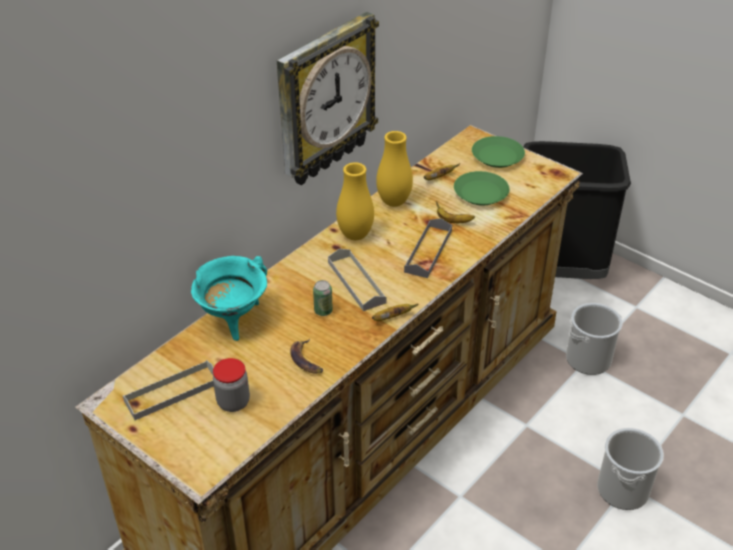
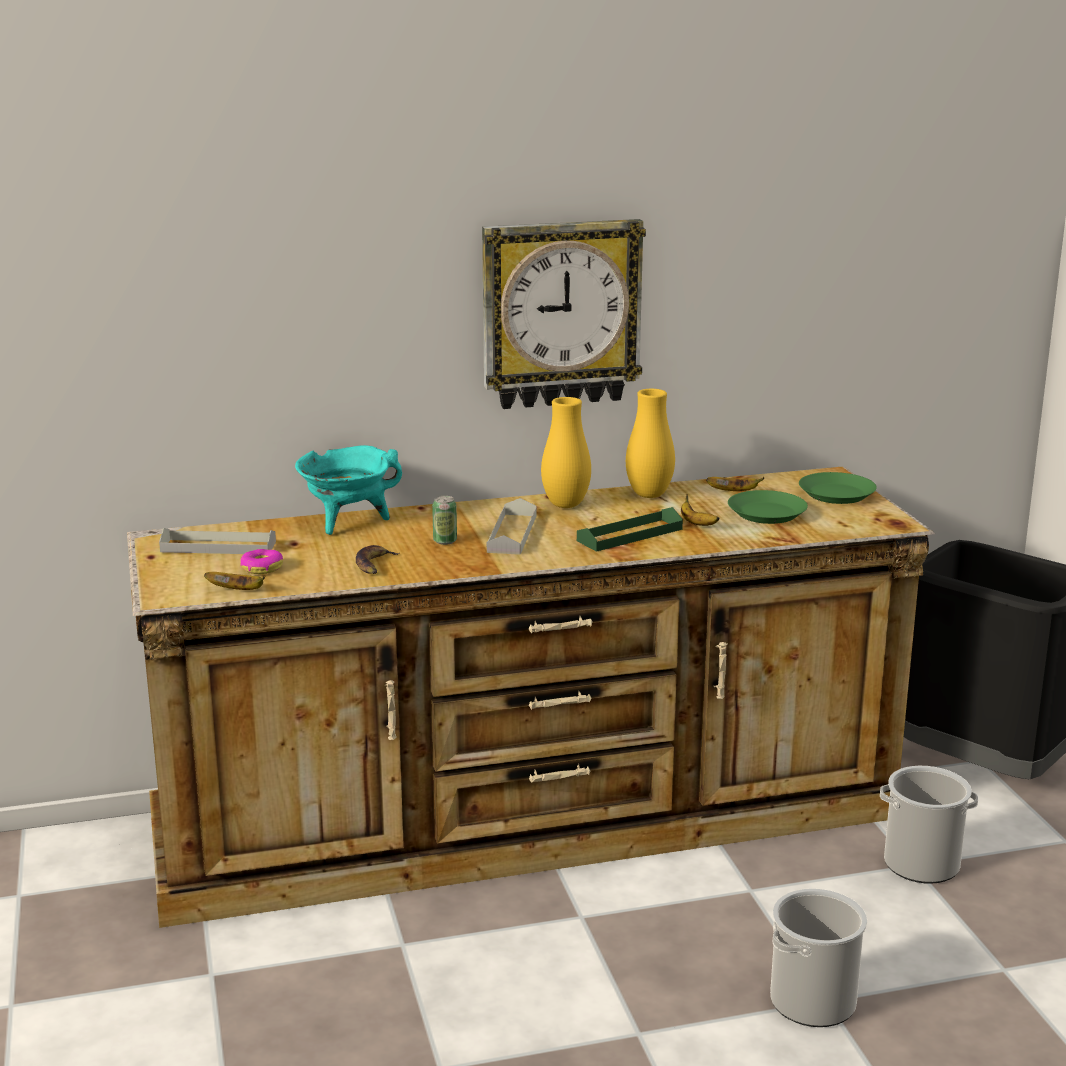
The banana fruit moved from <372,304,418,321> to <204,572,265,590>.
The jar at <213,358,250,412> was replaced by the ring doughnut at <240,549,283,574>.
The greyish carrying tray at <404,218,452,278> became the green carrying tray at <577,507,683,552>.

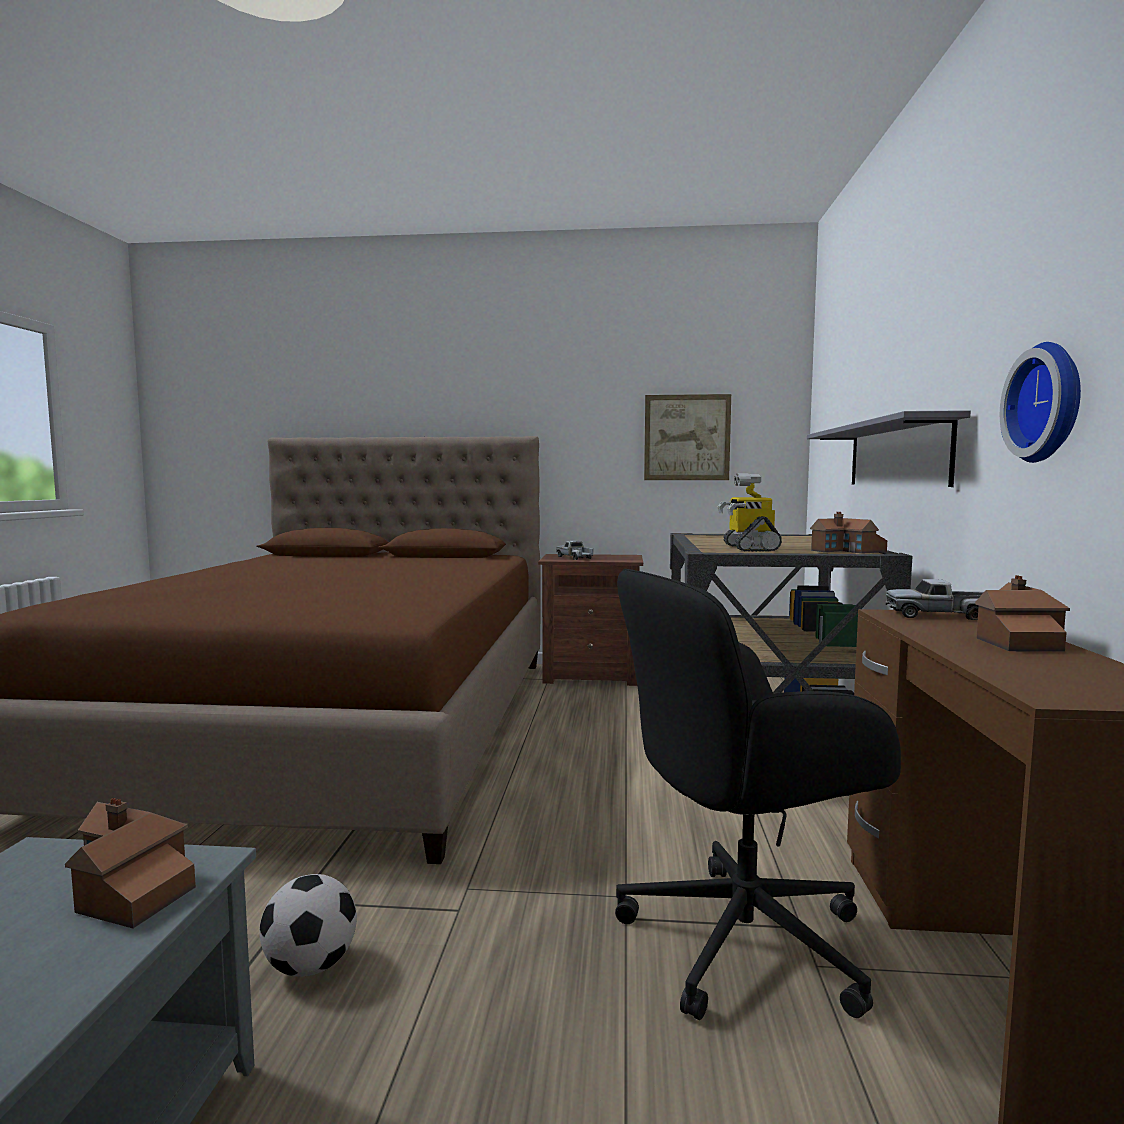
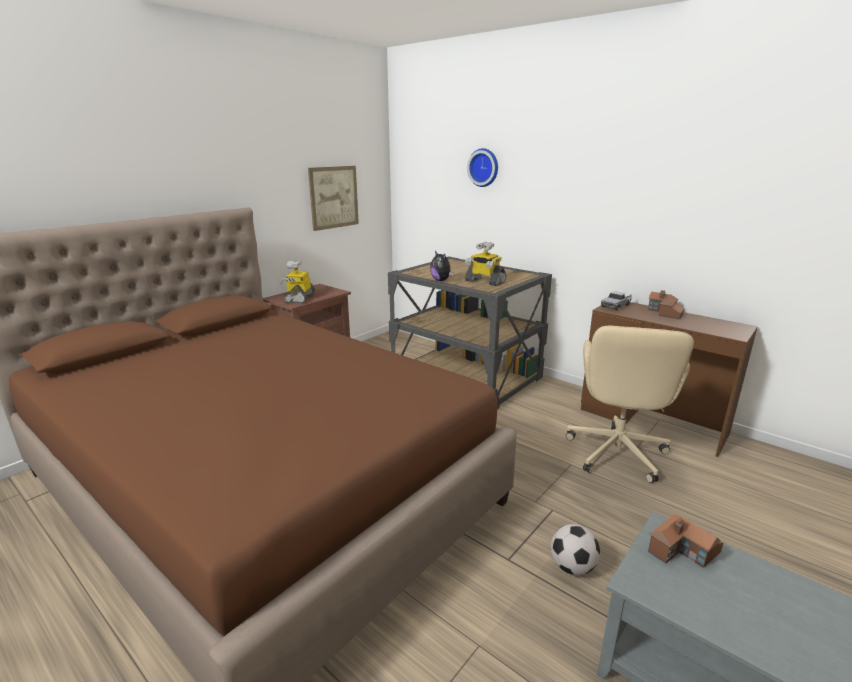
The greyish wall shelf at <807,410,971,487> disappeared.
The miniature house at <810,512,887,554> disappeared.
The plush toy at <430,251,454,281> appeared.
The wall clock moved from <1000,342,1081,463> to <467,148,498,187>.
The toy truck at <556,541,593,560> was replaced by the model robot at <279,261,315,303>.
The black computer chair at <615,569,901,1020> became the sand-coloured computer chair at <566,326,694,483>.

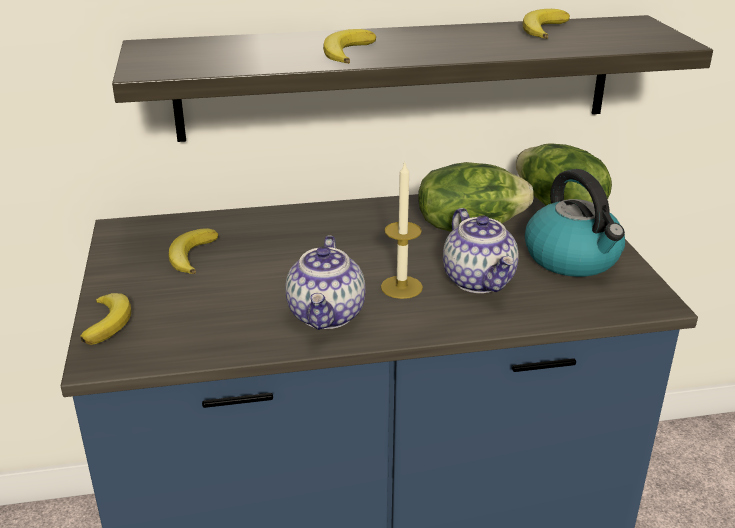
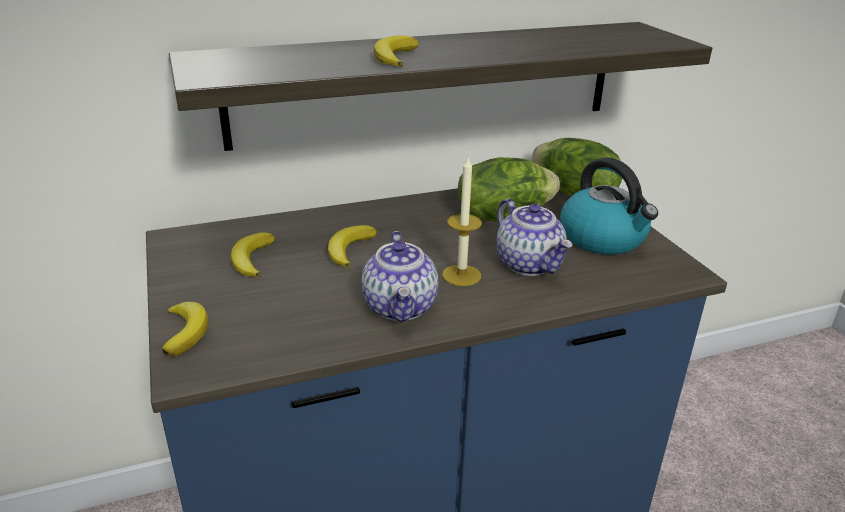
The banana fruit moved from <523,9,570,39> to <328,225,377,268>.

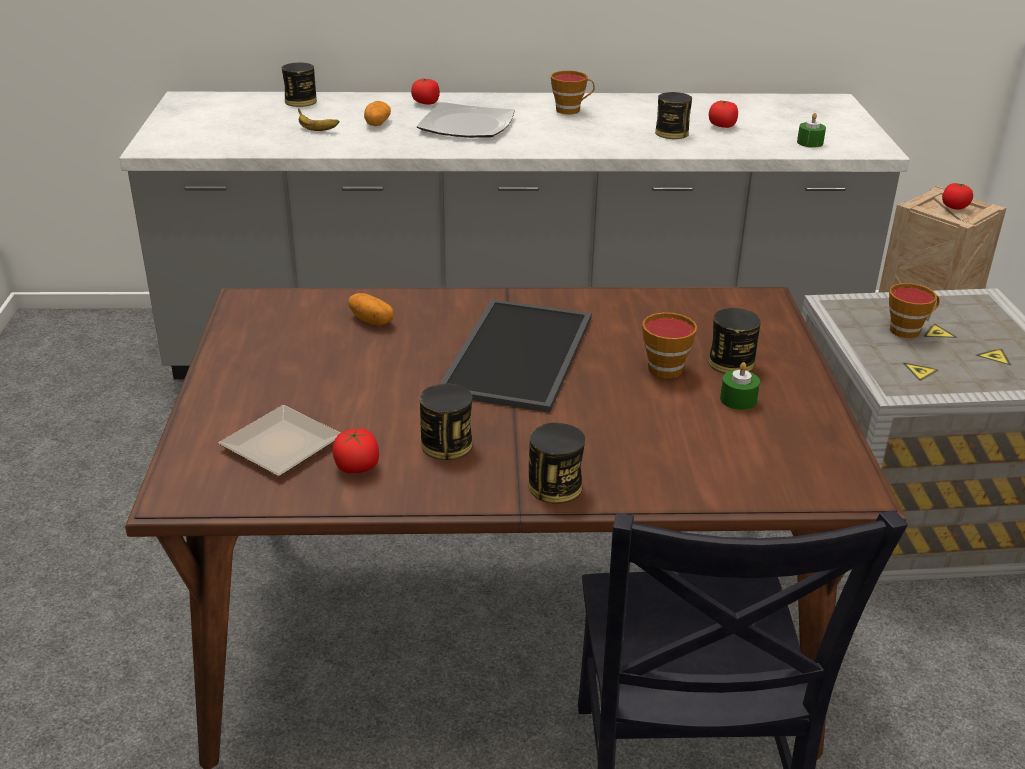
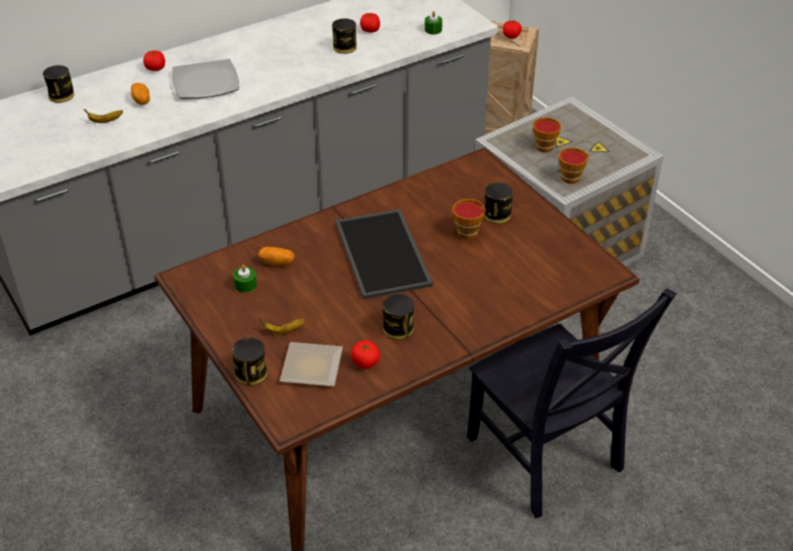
The banana fruit at <259,318,305,335> appeared.
The metal can moved from <529,423,585,504> to <232,338,268,386>.
The small cup moved from <551,71,595,115> to <559,148,589,184>.
The green wax candle moved from <720,362,760,410> to <233,265,257,293>.

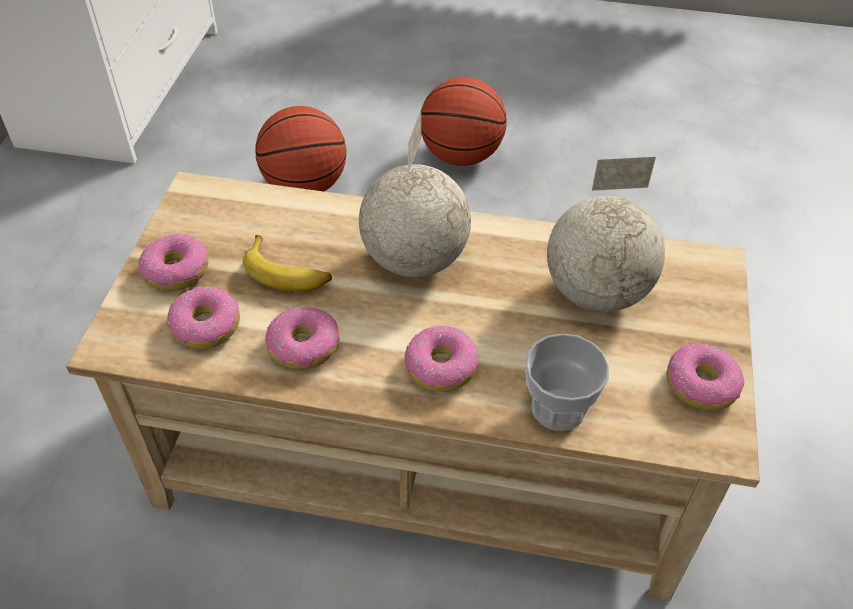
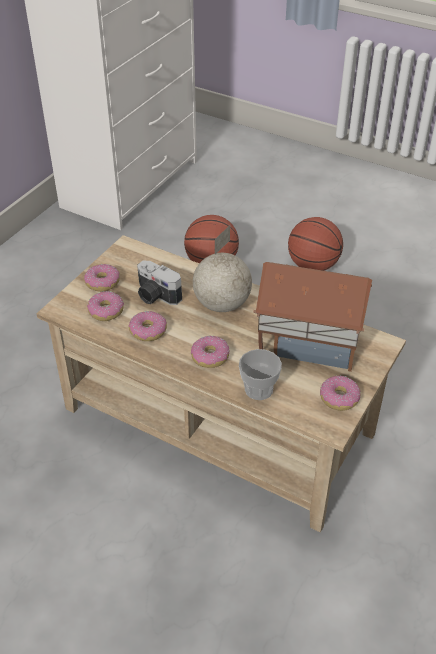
The banana fruit at <243,235,332,292> was replaced by the photo camera at <137,261,182,305>.
The desk globe at <547,157,665,312> was replaced by the miniature house at <253,262,372,372>.

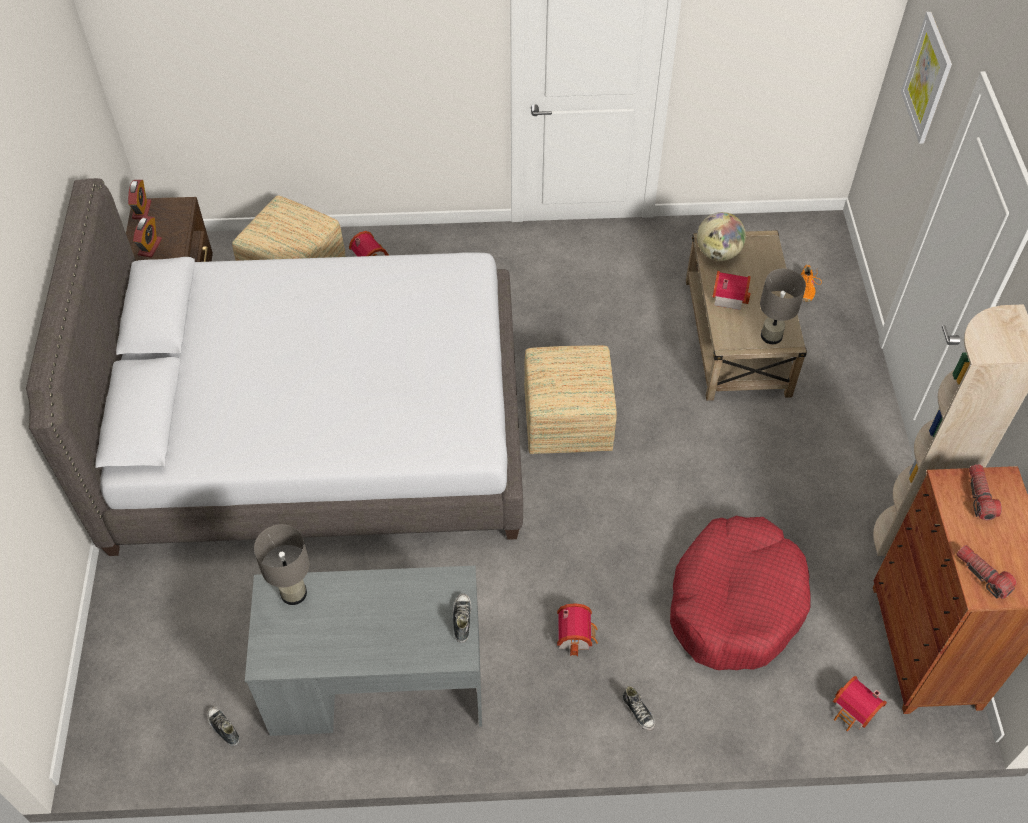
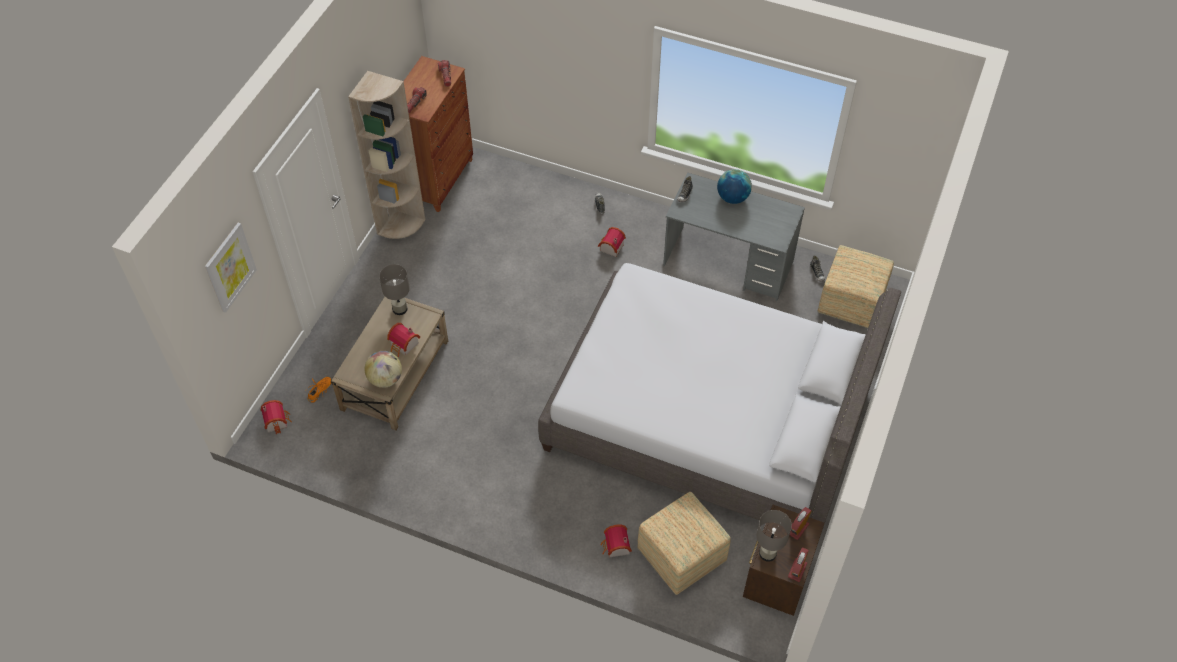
The red-coloured dog bed at <670,516,811,670> disappeared.
The desk globe at <717,169,752,204> appeared.
The greyish table lamp moved from <254,524,309,605> to <756,510,792,562>.
The pouffe moved from <524,345,617,454> to <818,245,894,328>.
The miniature house moved from <833,676,887,731> to <261,400,292,434>.

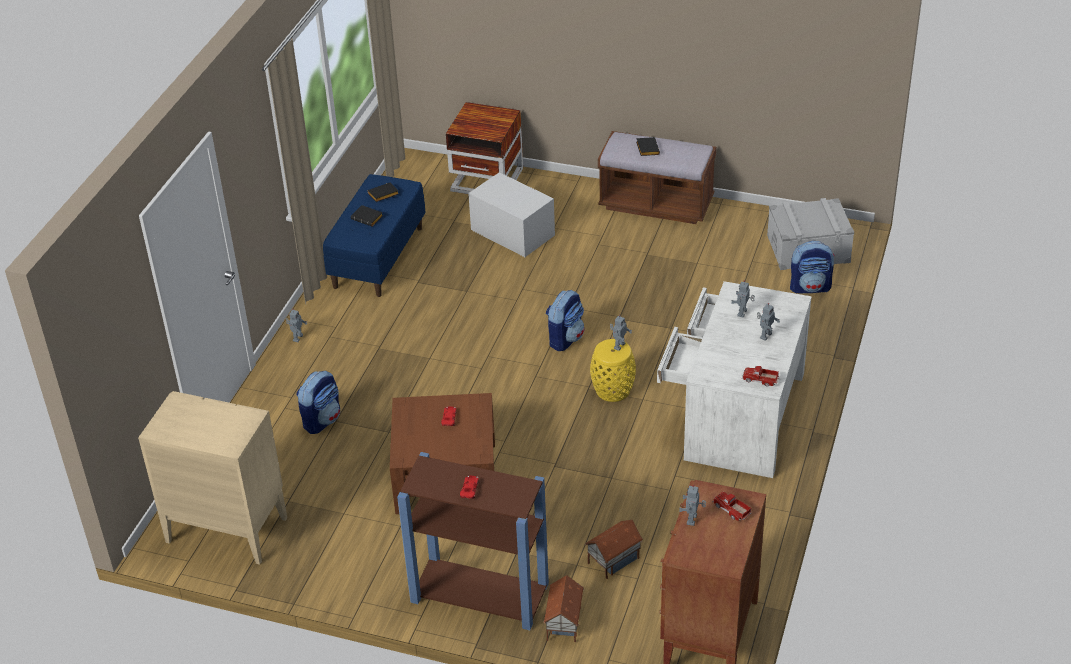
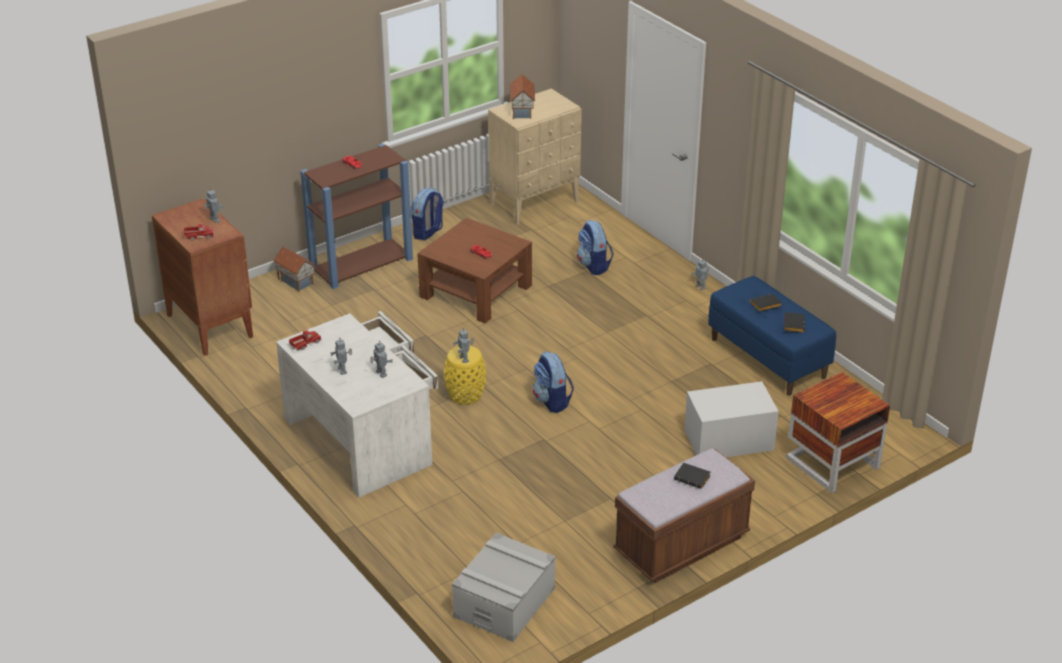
The miniature house moved from <585,520,643,579> to <510,74,536,119>.
The backpack moved from <790,241,834,293> to <411,188,444,240>.

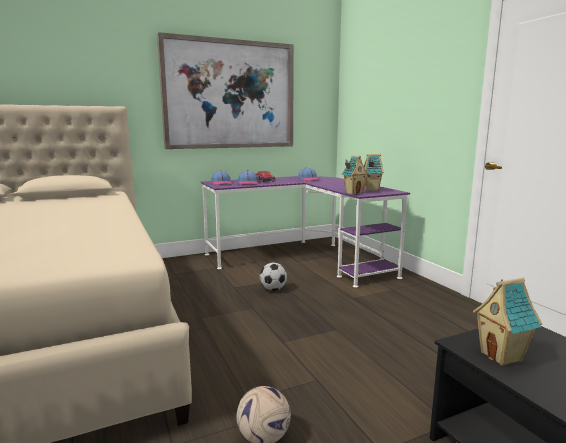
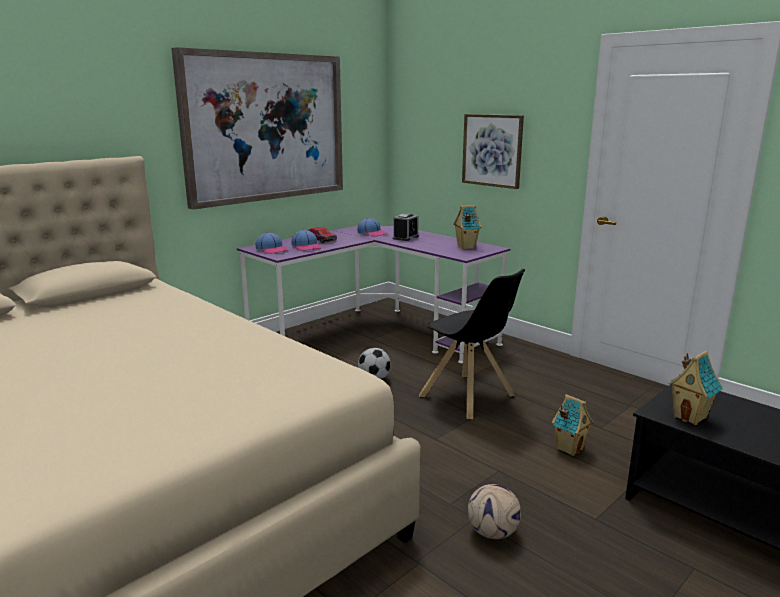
The alarm clock at <393,213,419,241> appeared.
The black plain chair at <419,269,525,420> appeared.
The wall art at <462,114,524,189> appeared.
The miniature house moved from <342,155,369,195> to <552,394,594,456>.

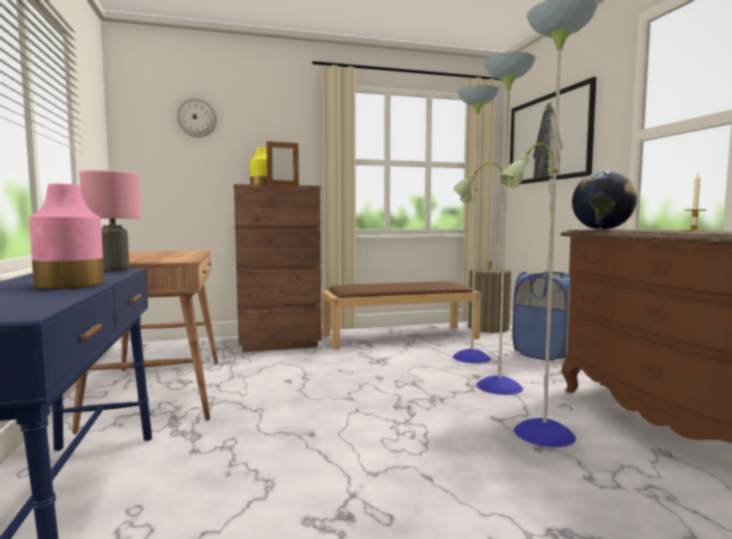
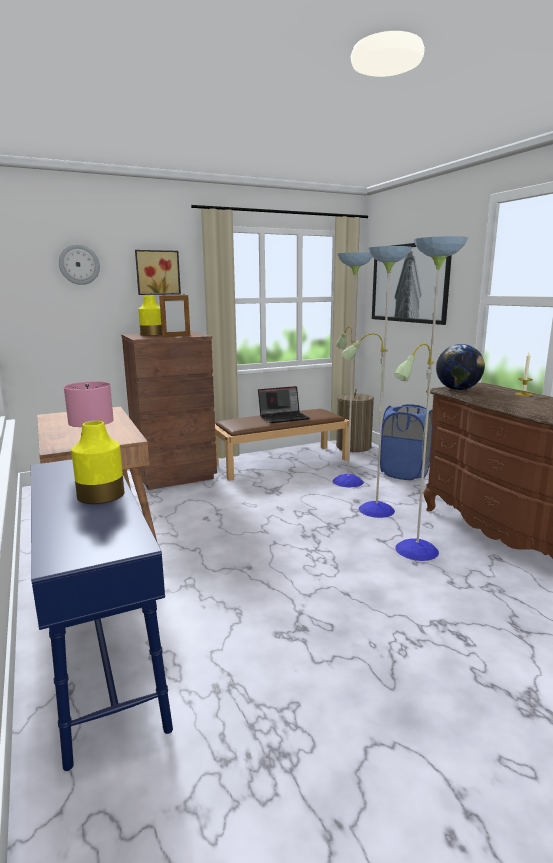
The wall art at <135,250,181,295> appeared.
The laptop at <258,386,310,423> appeared.
The pink vase at <29,184,104,289> became the yellowish vase at <71,421,124,504>.

